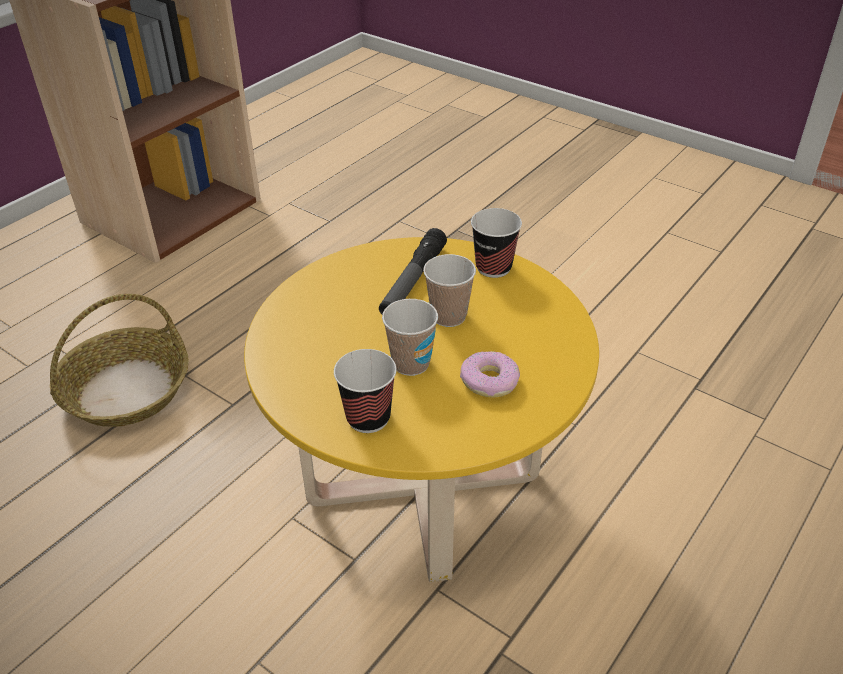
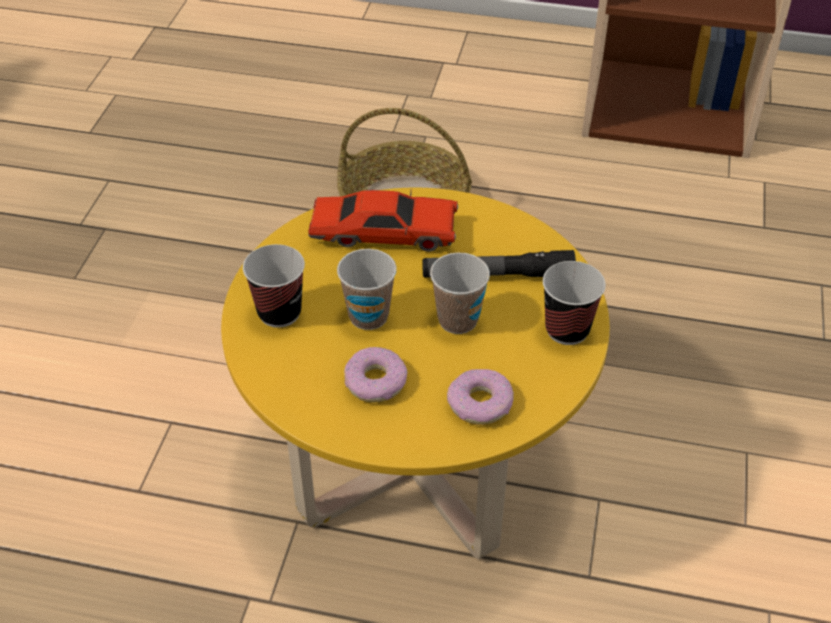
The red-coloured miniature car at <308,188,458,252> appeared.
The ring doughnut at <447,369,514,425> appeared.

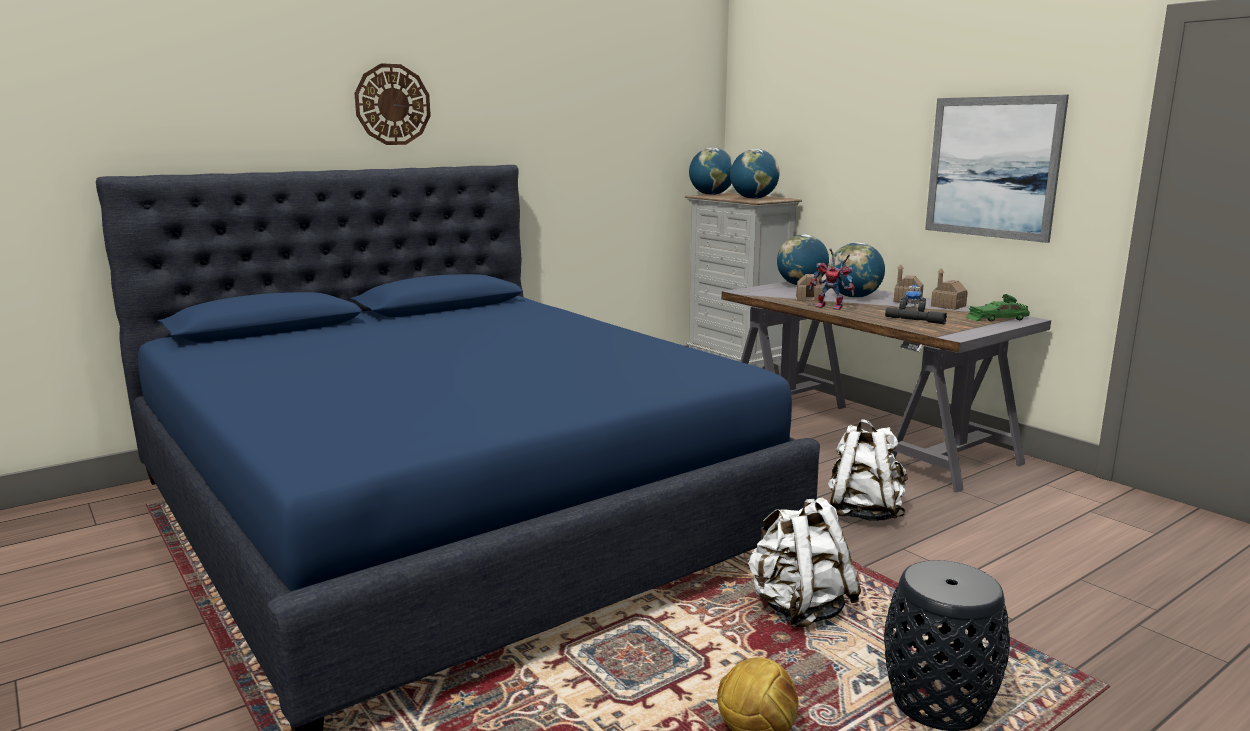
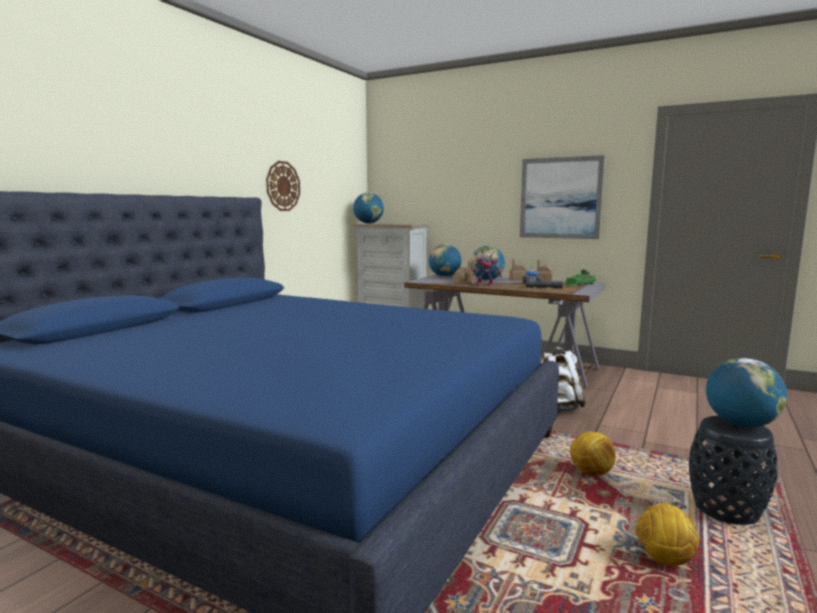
The wall clock moved from <354,63,431,145> to <266,161,300,211>.
The desk globe moved from <730,149,780,199> to <706,358,787,428>.
The white-coloured backpack at <747,497,861,628> was replaced by the football ball at <570,432,616,476>.

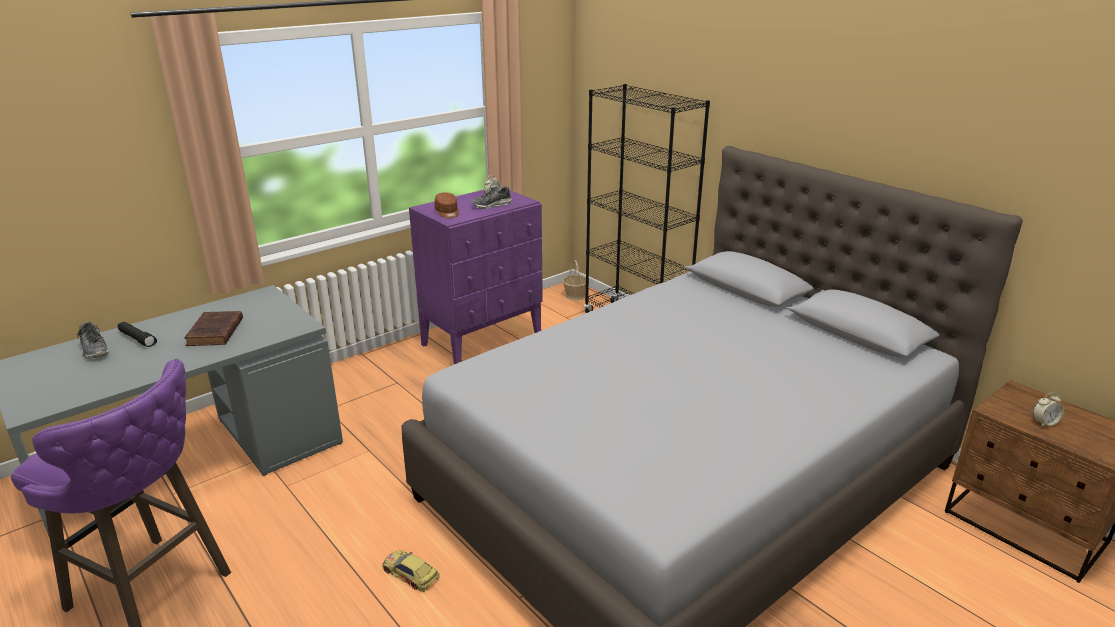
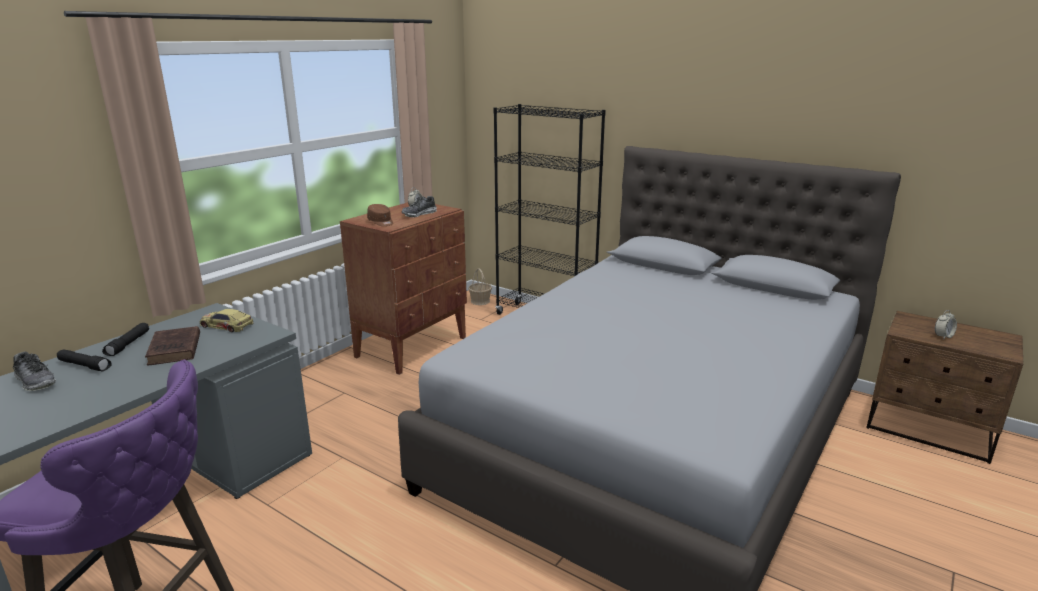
The black flashlight at <102,323,149,356> appeared.
The miniature car moved from <382,550,439,592> to <200,309,254,332>.
The purple-coloured dresser at <409,190,543,364> became the brown dresser at <340,202,467,375>.

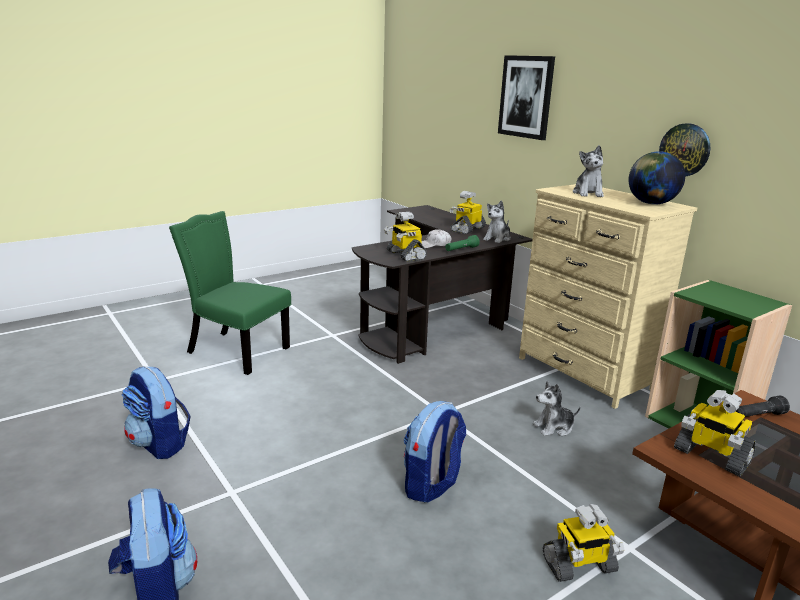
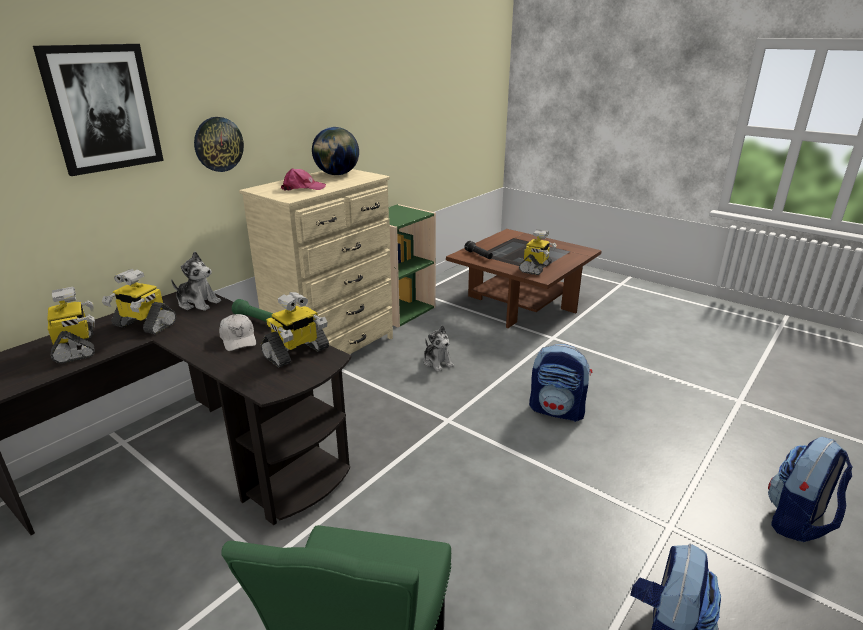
The model robot moved from <543,504,624,582> to <47,287,95,363>.
The wall clock moved from <659,123,710,176> to <194,117,244,172>.
The plush toy at <573,145,604,197> was replaced by the pink peaked cap at <281,168,326,191>.

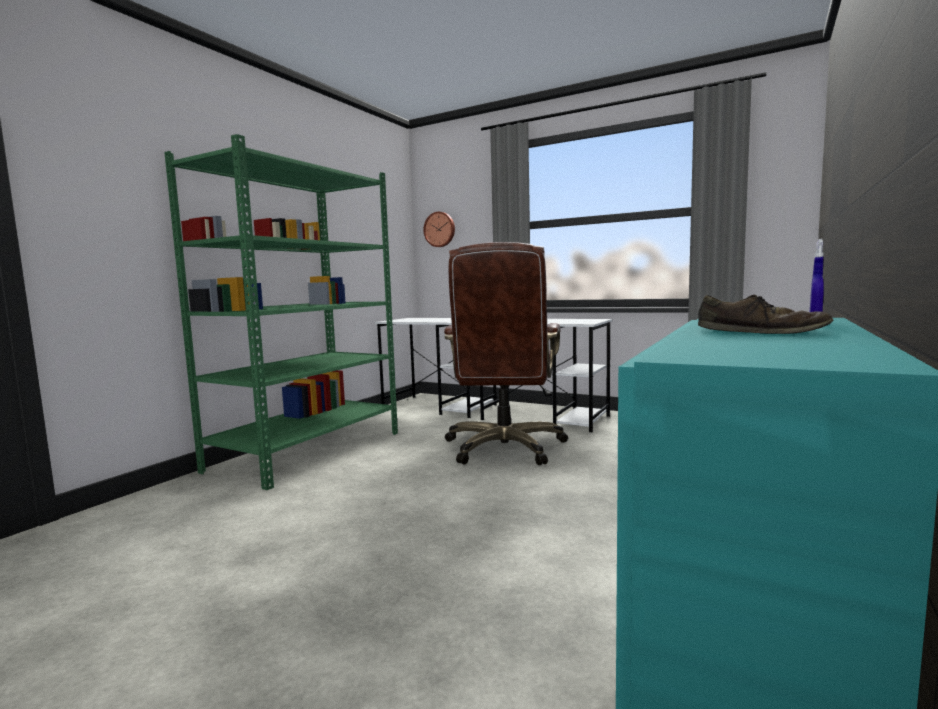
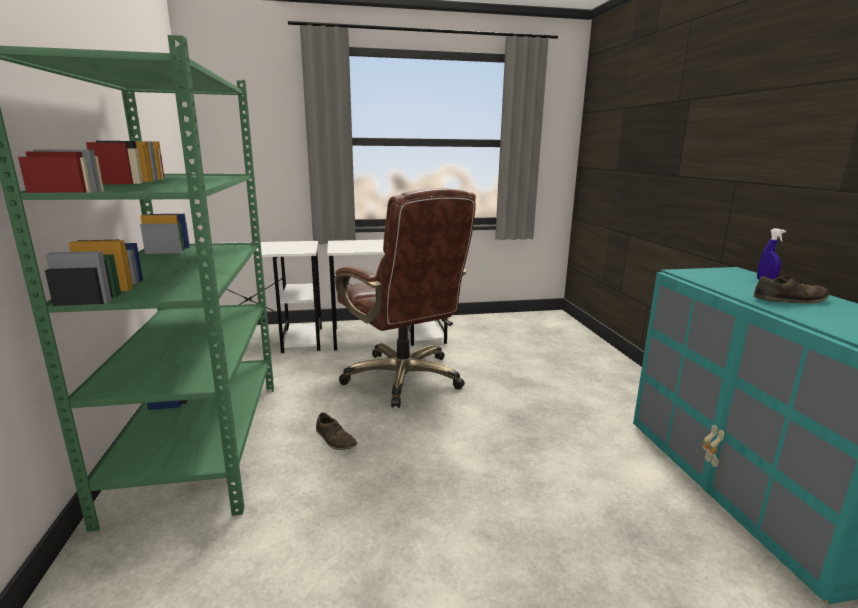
The wall clock at <424,212,455,247> disappeared.
The brown shoe at <316,412,357,450> appeared.

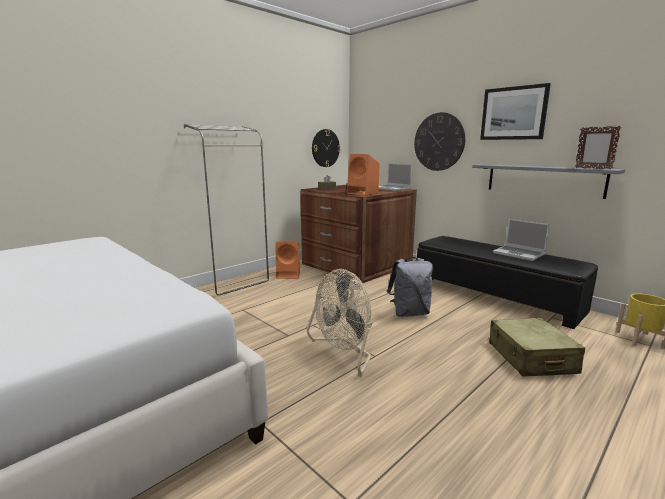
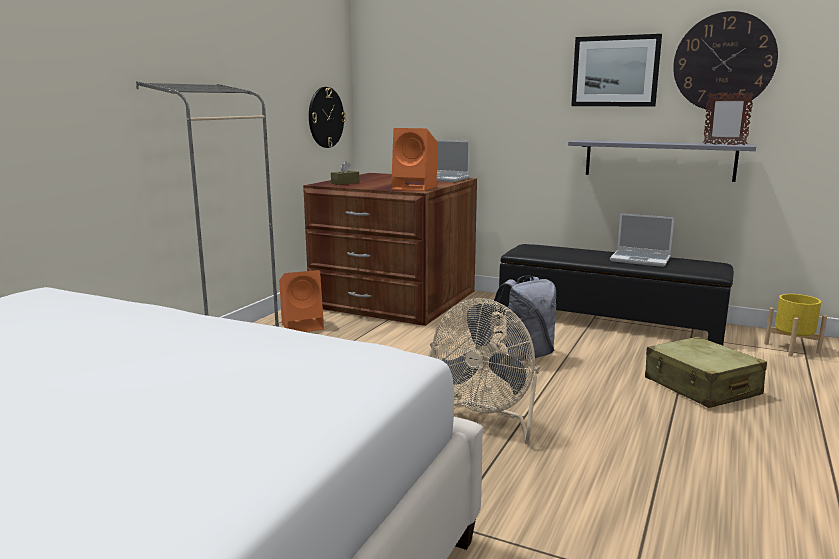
The wall clock moved from <414,112,465,171> to <673,11,778,110>.

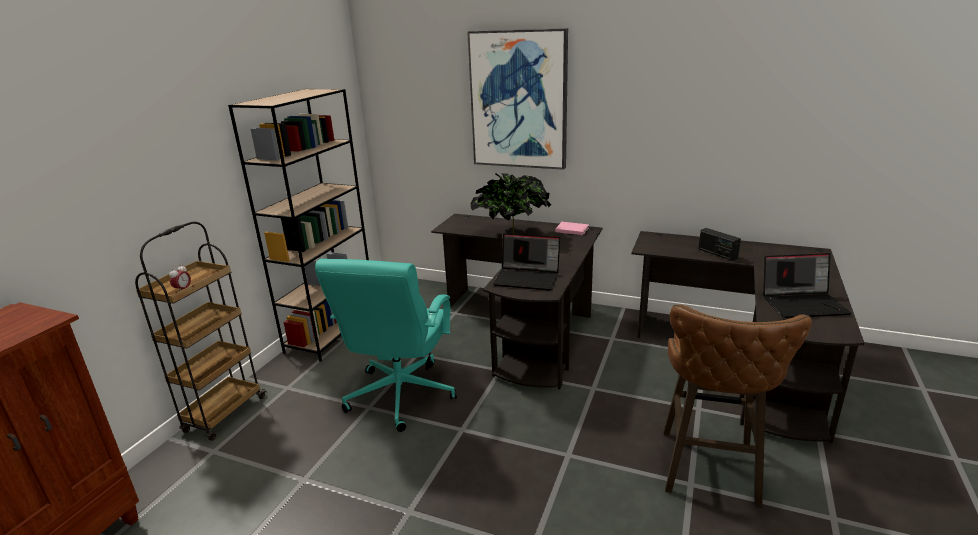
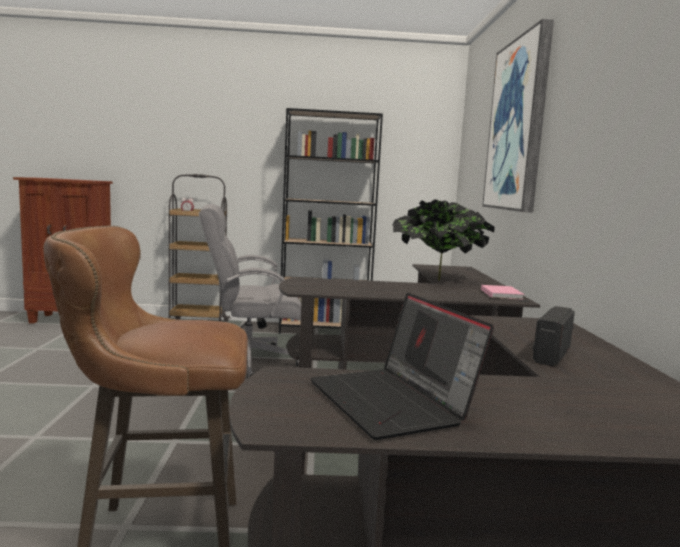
The laptop at <493,233,560,291> disappeared.
The turquoise-coloured computer chair at <315,258,457,432> became the greyish computer chair at <199,204,301,378>.

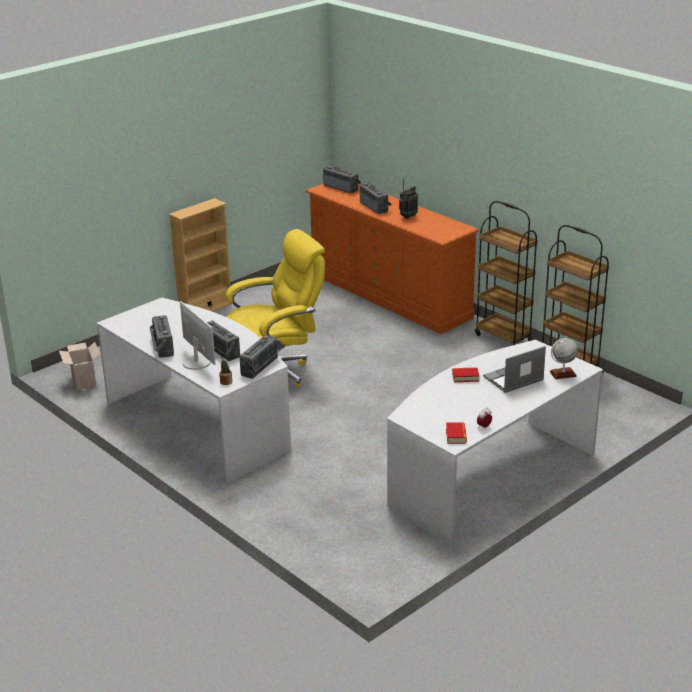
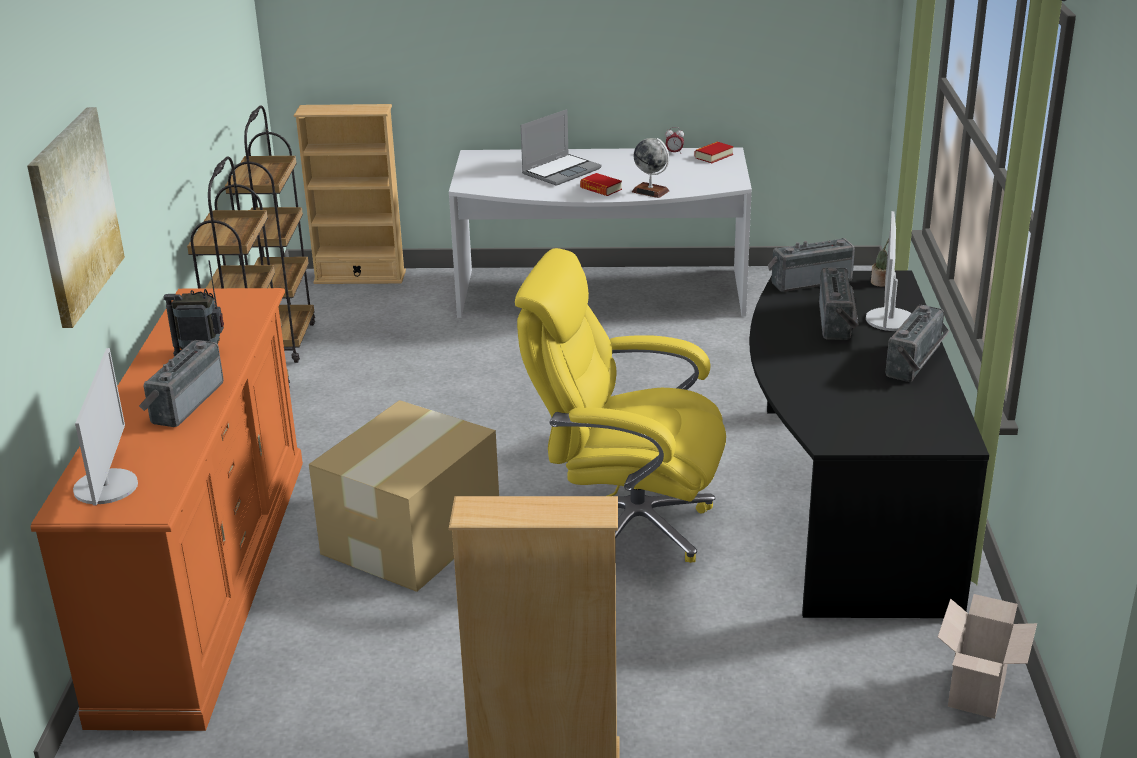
The wall art at <27,107,125,328> appeared.
The sand-coloured shelving unit at <294,104,406,284> appeared.
The cardboard box at <309,400,499,592> appeared.
The desk globe moved from <550,338,578,379> to <632,138,670,198>.
The radio receiver at <323,166,361,193> was replaced by the monitor at <73,348,138,506>.
The white-coloured desk at <97,298,291,483> became the black desk at <749,270,989,618>.
The laptop at <483,346,546,393> turned 60 degrees counterclockwise.

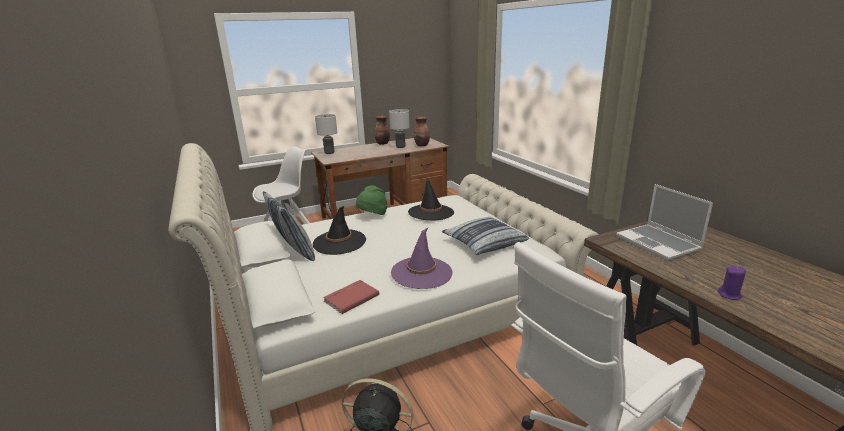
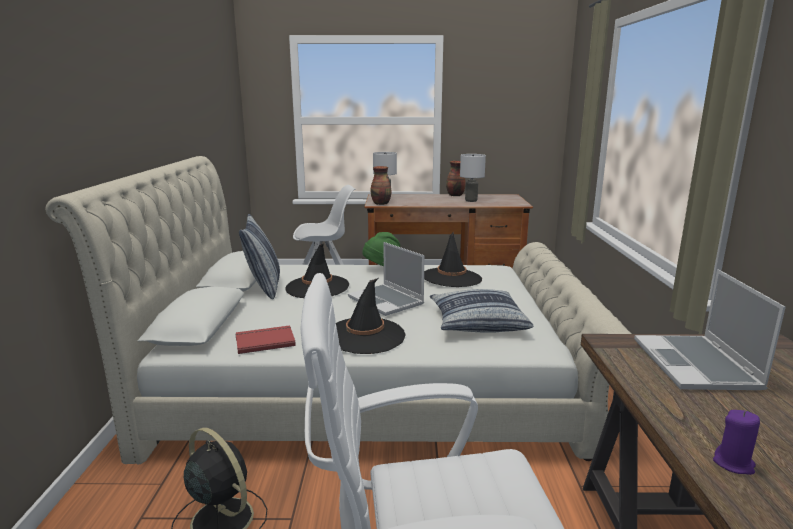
The laptop at <348,242,425,316> appeared.
The vase moved from <414,116,430,147> to <370,166,392,205>.
The purple-coloured wearable hat at <391,228,453,289> became the black wearable hat at <336,278,406,354>.

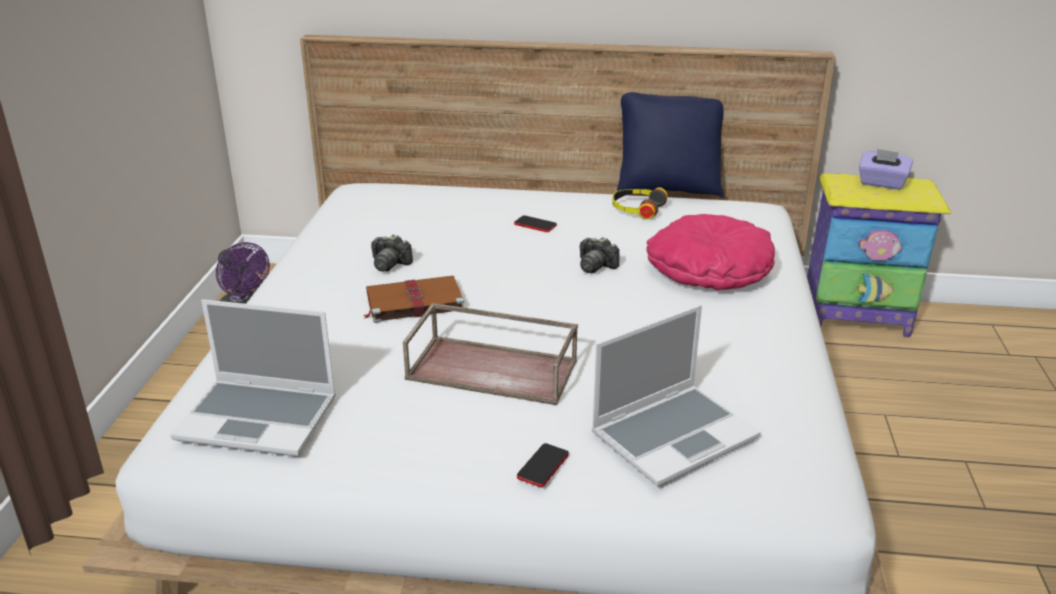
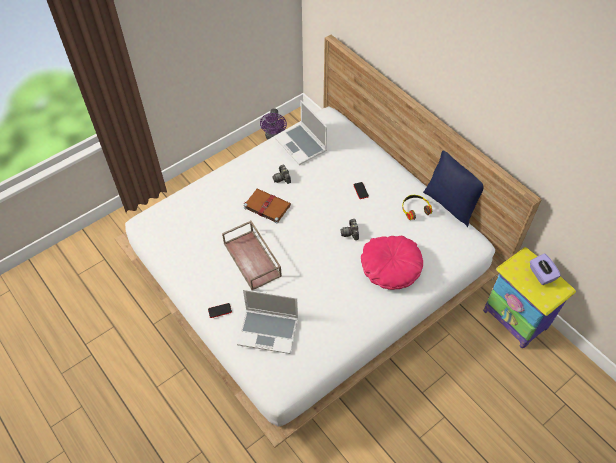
The laptop moved from <170,299,336,456> to <275,100,327,165>.

